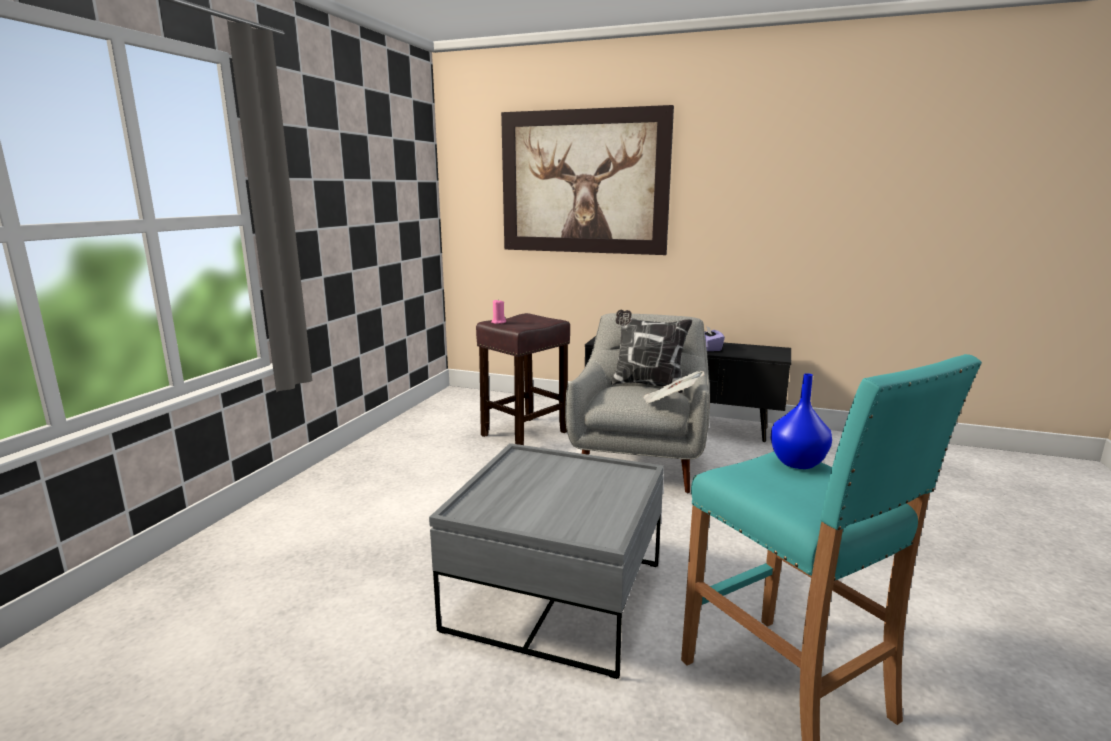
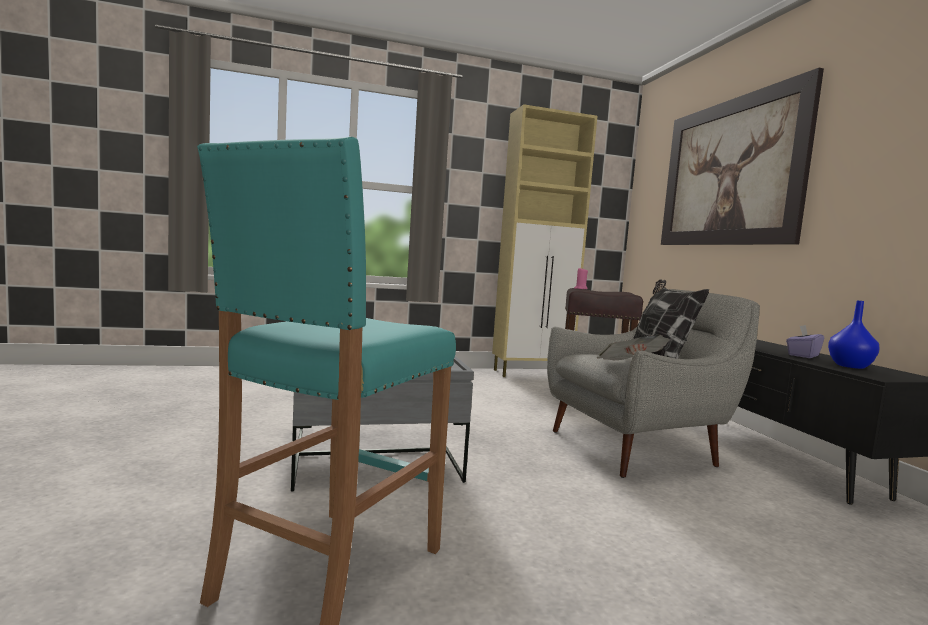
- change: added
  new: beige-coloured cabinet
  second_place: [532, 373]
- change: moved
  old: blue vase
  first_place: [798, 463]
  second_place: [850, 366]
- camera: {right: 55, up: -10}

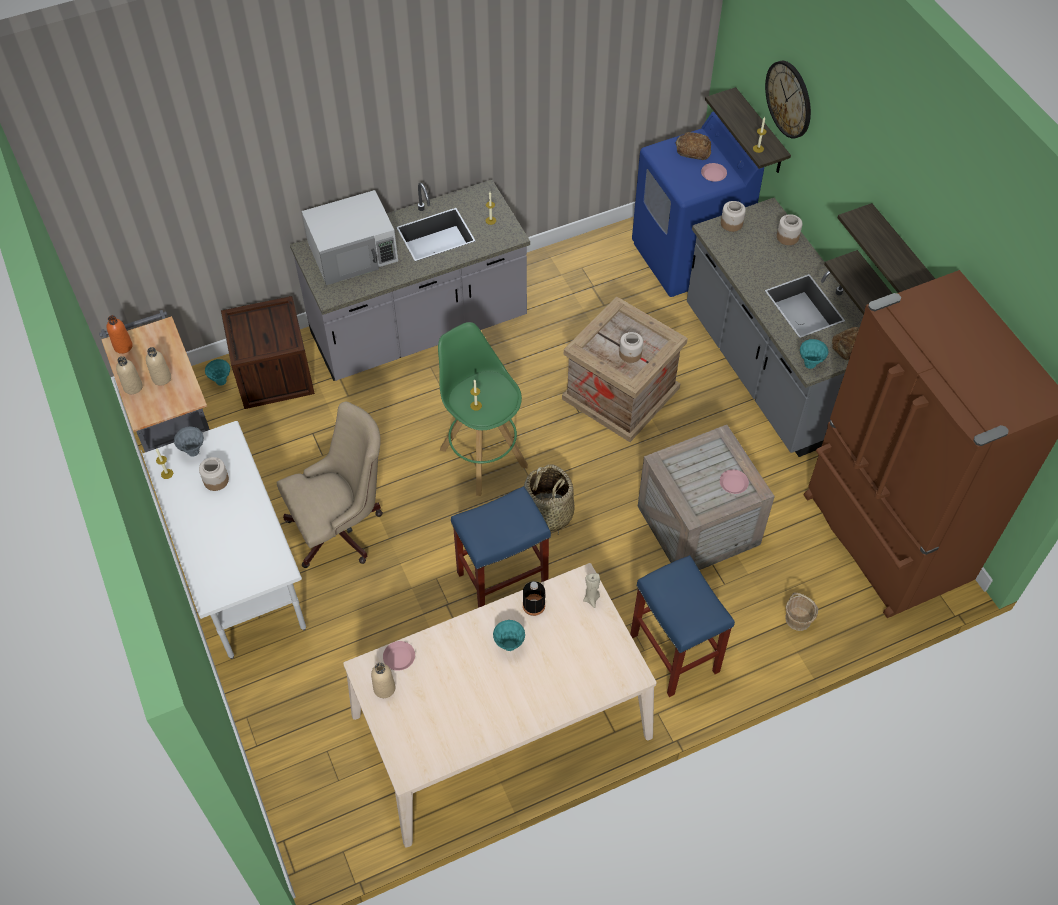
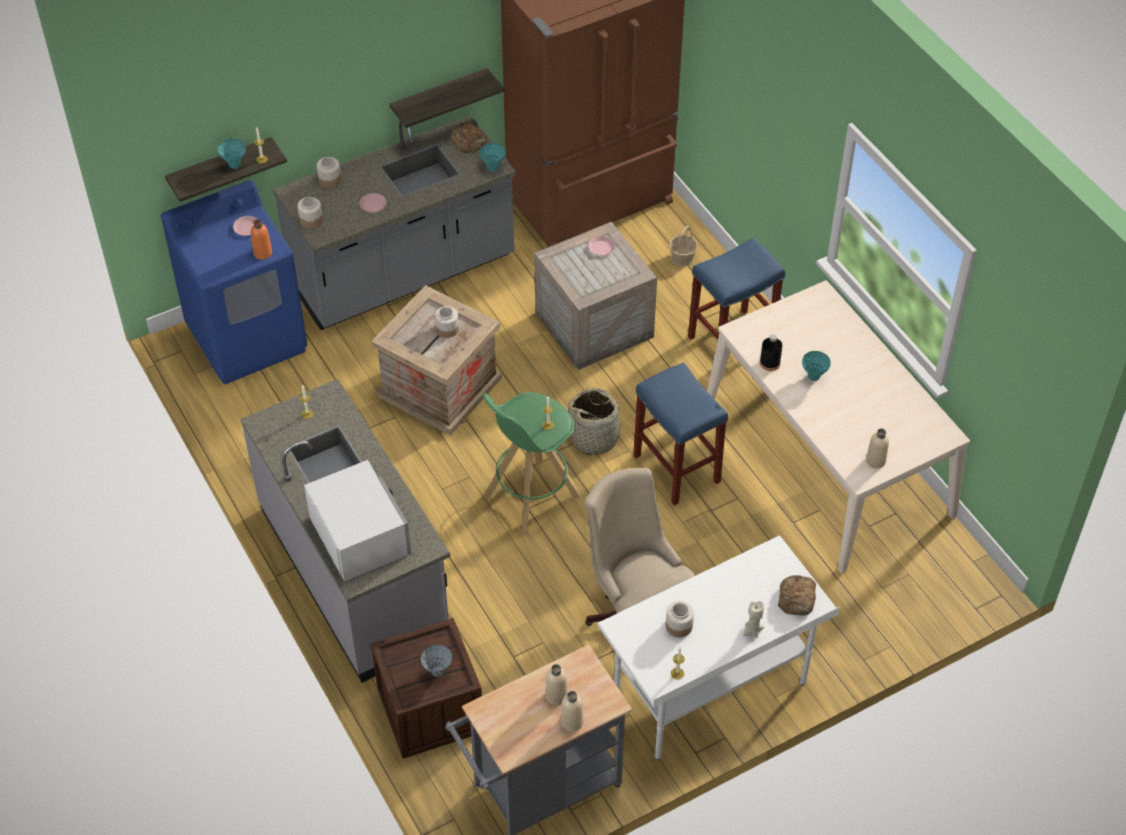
- change: moved
  old: turquoise vase
  first_place: [221, 381]
  second_place: [234, 165]
- change: moved
  old: orange bottle
  first_place: [123, 346]
  second_place: [262, 253]
- change: moved
  old: pink flat dish
  first_place: [399, 657]
  second_place: [373, 205]
- change: moved
  old: gray vase
  first_place: [193, 452]
  second_place: [437, 671]
- change: moved
  old: beige-coloured wax light
  first_place: [591, 598]
  second_place: [752, 631]
- change: moved
  old: bakery bread
  first_place: [693, 149]
  second_place: [797, 598]
- change: removed
  old: hanging clock
  first_place: [789, 99]
- change: removed
  old: shelf
  first_place: [901, 257]
- camera: {right: -95, up: -5}

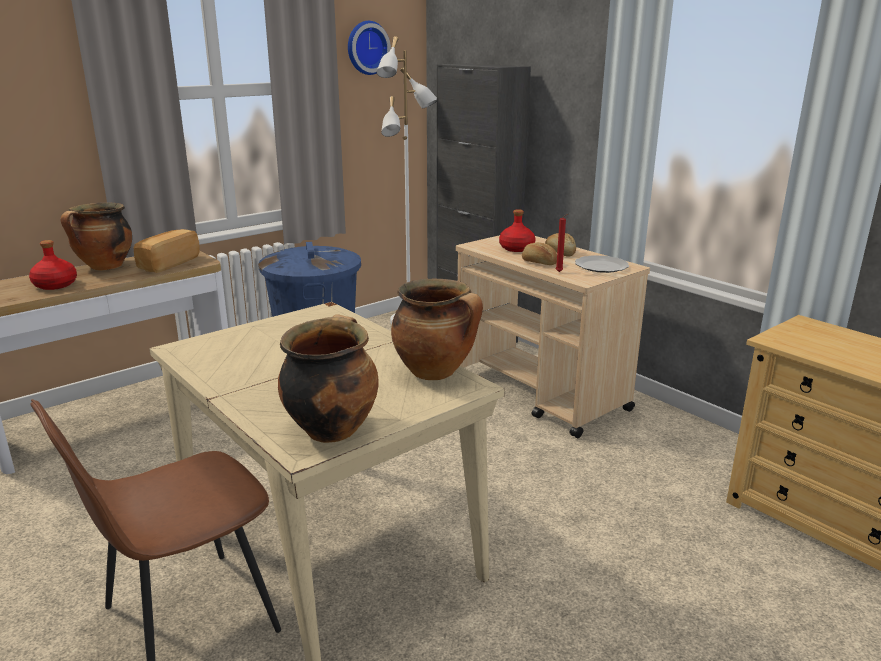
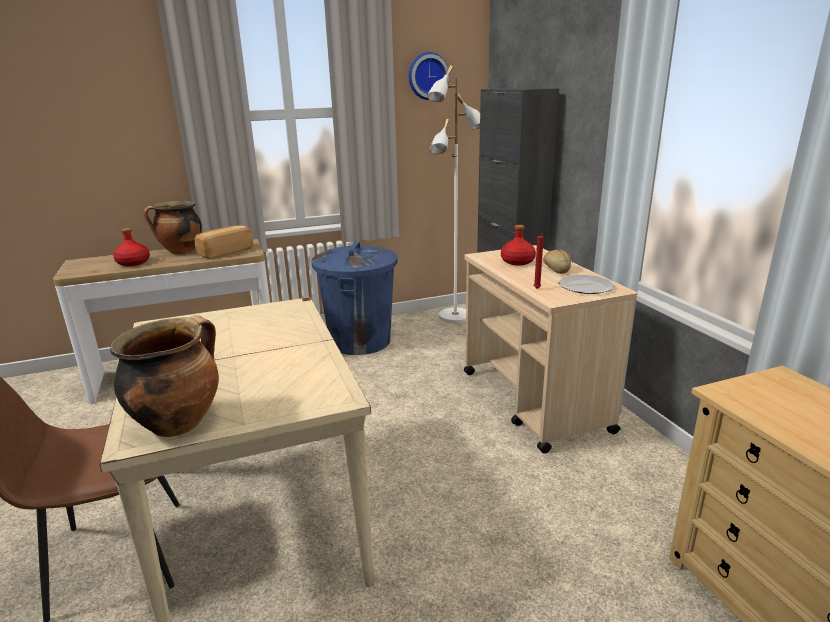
- change: removed
  old: stockpot
  first_place: [436, 372]
- change: removed
  old: bakery bread
  first_place: [538, 263]
- camera: {right: 20, up: 0}

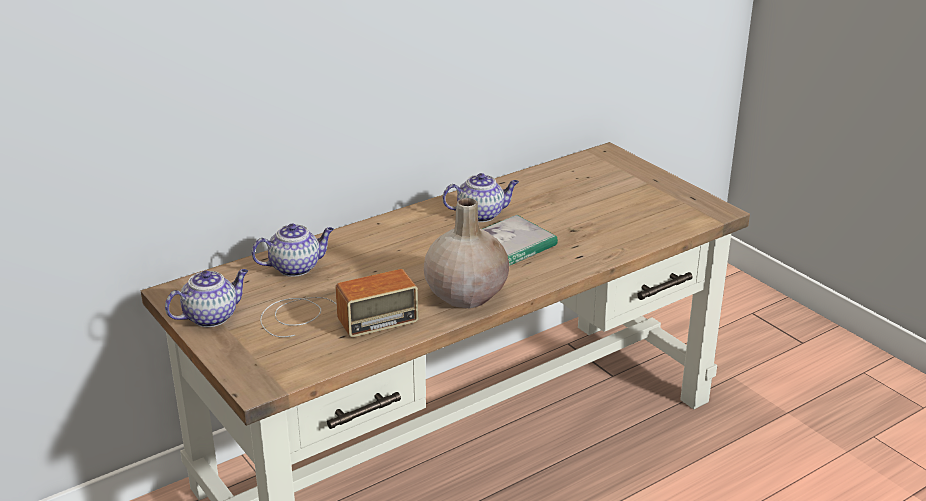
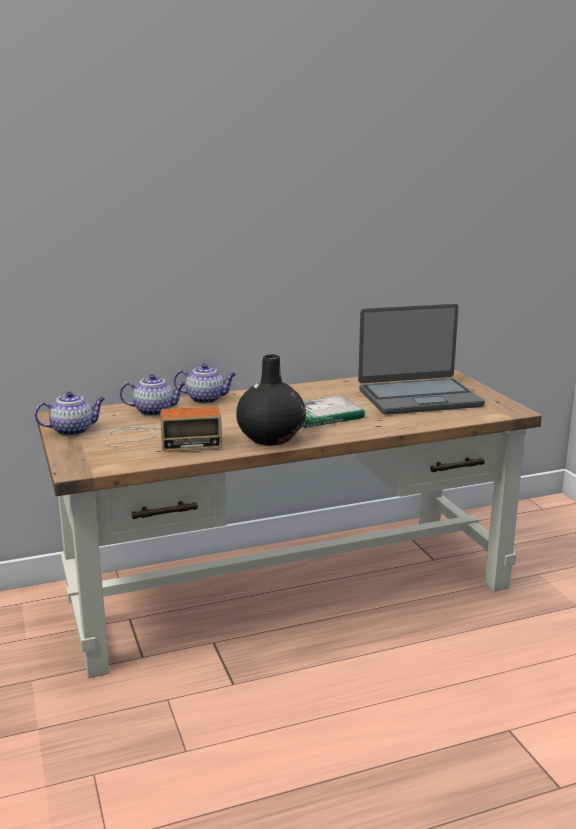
- change: moved
  old: teapot
  first_place: [481, 214]
  second_place: [206, 399]
- change: recoloured
  old: beige-coloured vase
  new: blackish vase
  first_place: [466, 294]
  second_place: [271, 438]
- change: added
  new: laptop
  second_place: [418, 397]
- camera: {right: 15, up: -10}

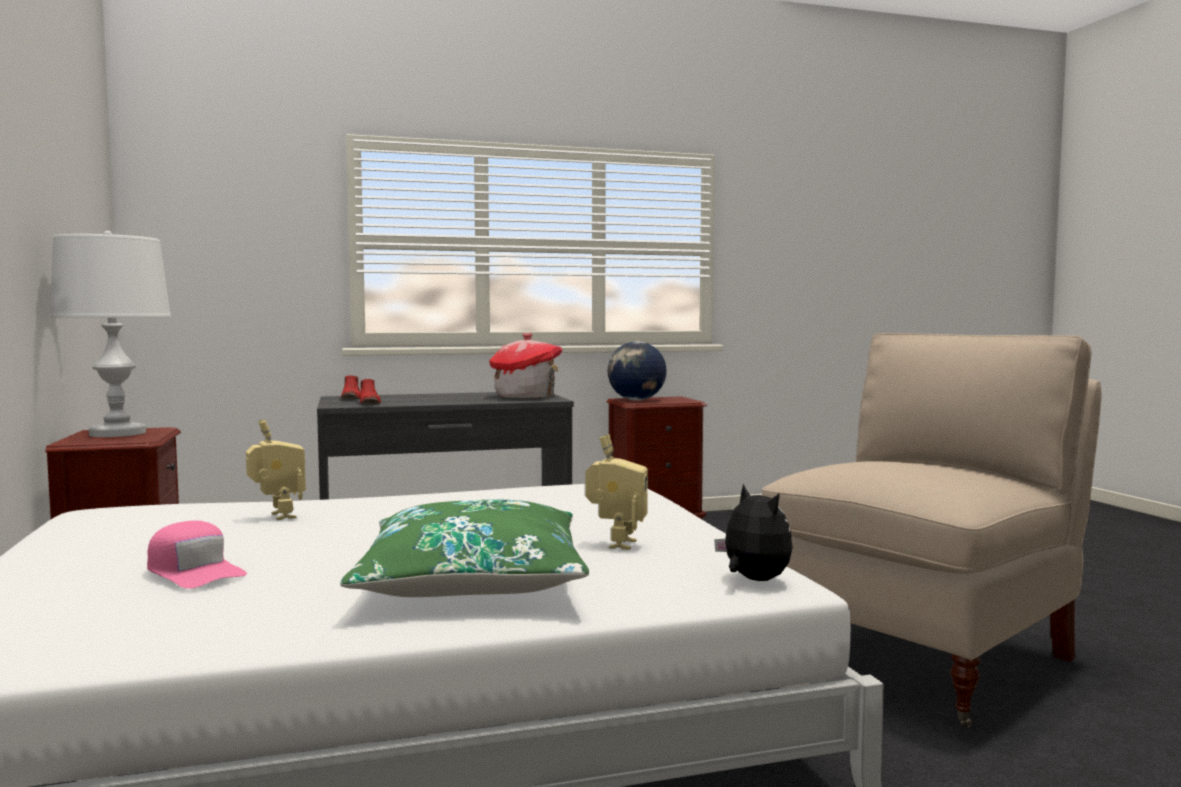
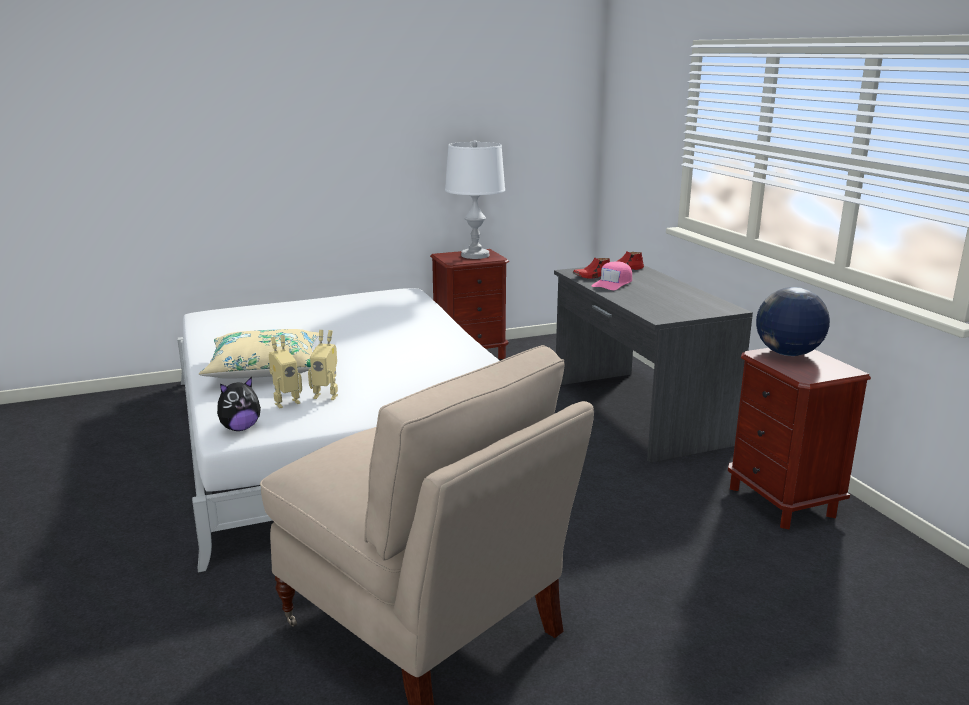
- change: recoloured
  old: green-coloured cushion
  new: beige-coloured cushion
  first_place: [472, 579]
  second_place: [265, 368]
- change: moved
  old: toy robot
  first_place: [277, 516]
  second_place: [285, 402]
- change: moved
  old: pink peaked cap
  first_place: [194, 571]
  second_place: [613, 283]
- change: removed
  old: toy house
  first_place: [526, 396]
- camera: {right: 85, up: 15}

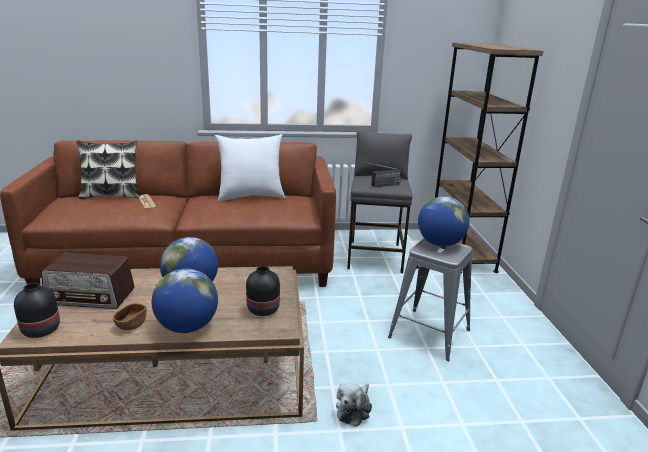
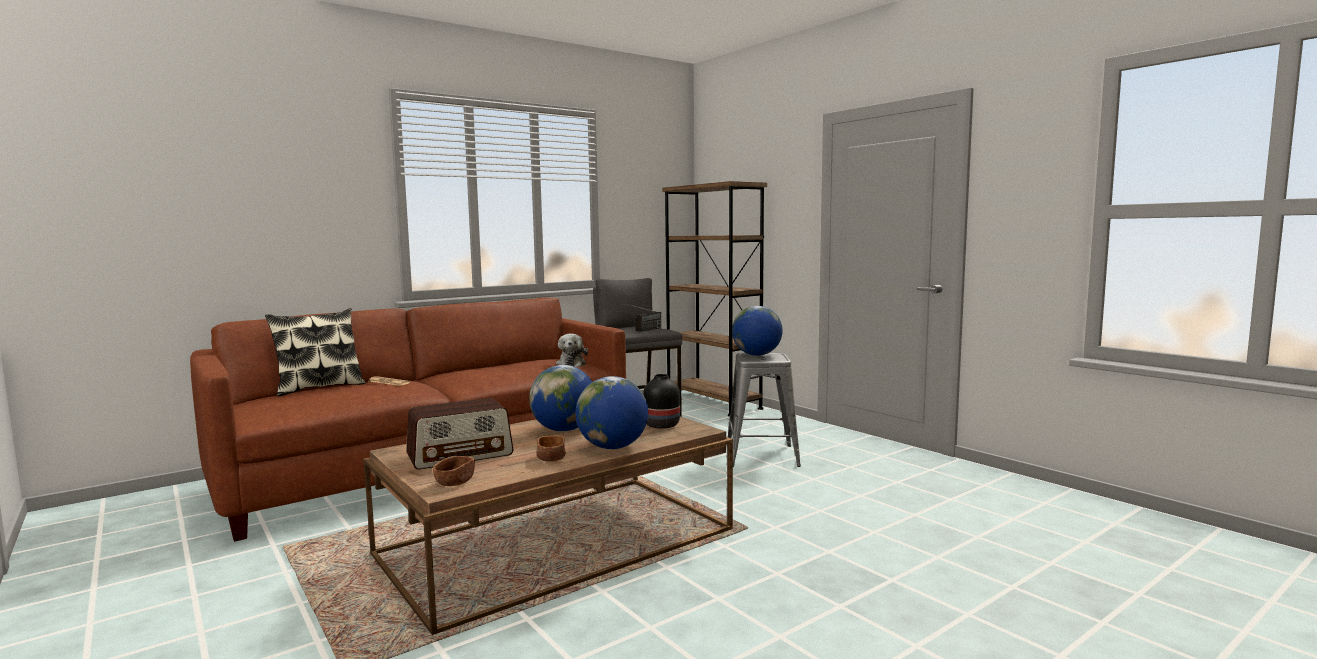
- change: replaced
  old: blackish vase
  new: brown deep dish
  first_place: [41, 329]
  second_place: [455, 482]
- change: moved
  old: soft toy
  first_place: [354, 409]
  second_place: [571, 364]
- change: removed
  old: white-coloured cushion
  first_place: [251, 196]
- camera: {right: -30, up: -15}

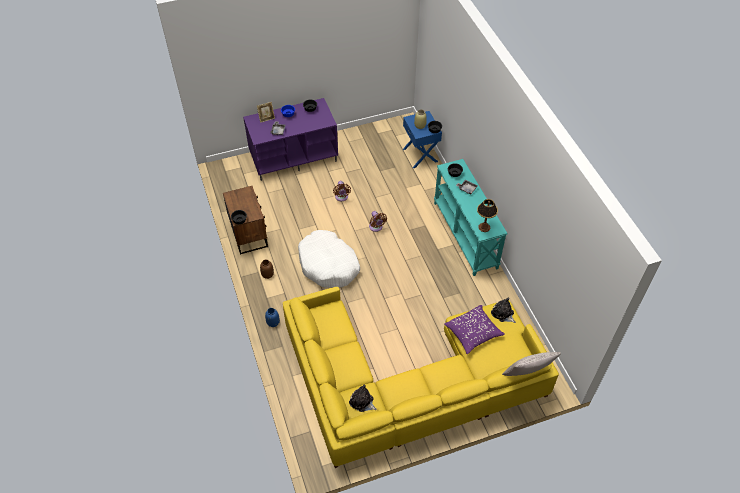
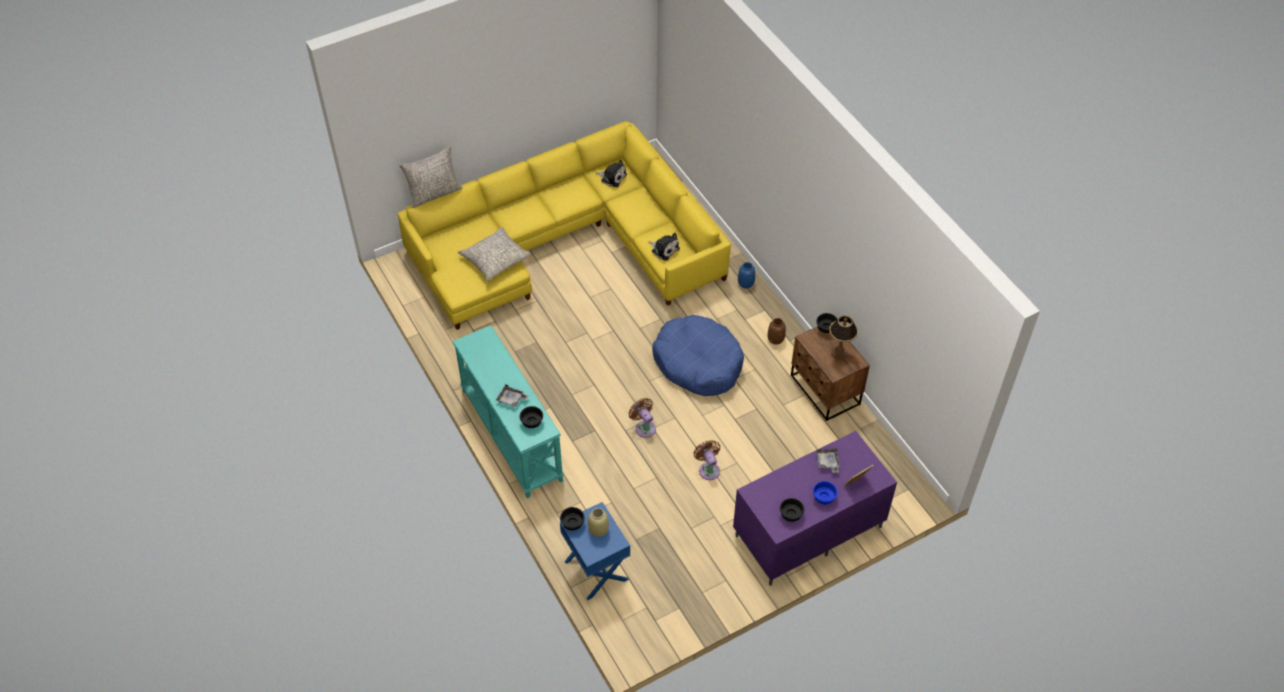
- change: recoloured
  old: purple cushion
  new: gray cushion
  first_place: [473, 333]
  second_place: [495, 259]
- change: moved
  old: soft toy
  first_place: [503, 314]
  second_place: [664, 249]
- change: recoloured
  old: white-coloured dog cushion
  new: blue dog cushion
  first_place: [328, 265]
  second_place: [698, 363]
- change: moved
  old: table lamp
  first_place: [484, 227]
  second_place: [839, 353]
- camera: {right: 170, up: 0}

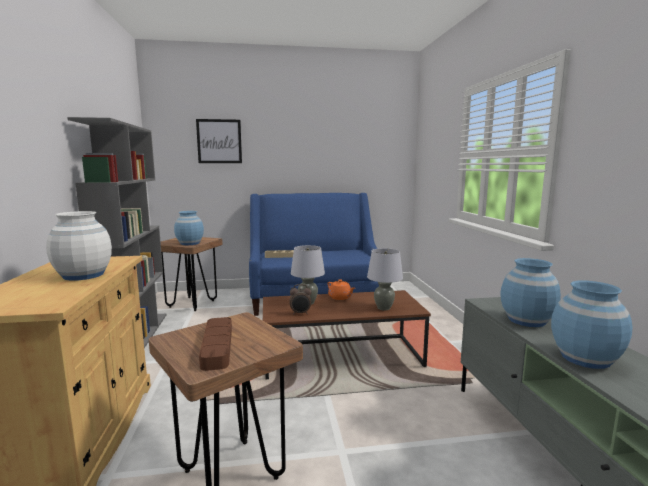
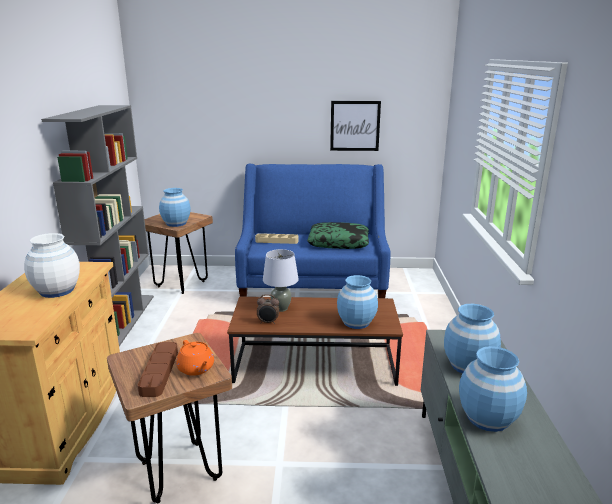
- change: moved
  old: orange teapot
  first_place: [340, 297]
  second_place: [196, 369]
- change: added
  new: cushion
  second_place: [338, 242]
- change: moved
  old: wall picture
  first_place: [219, 141]
  second_place: [355, 126]
- change: replaced
  old: gray table lamp
  new: blue vase
  first_place: [383, 308]
  second_place: [356, 322]
- camera: {right: 10, up: 10}

